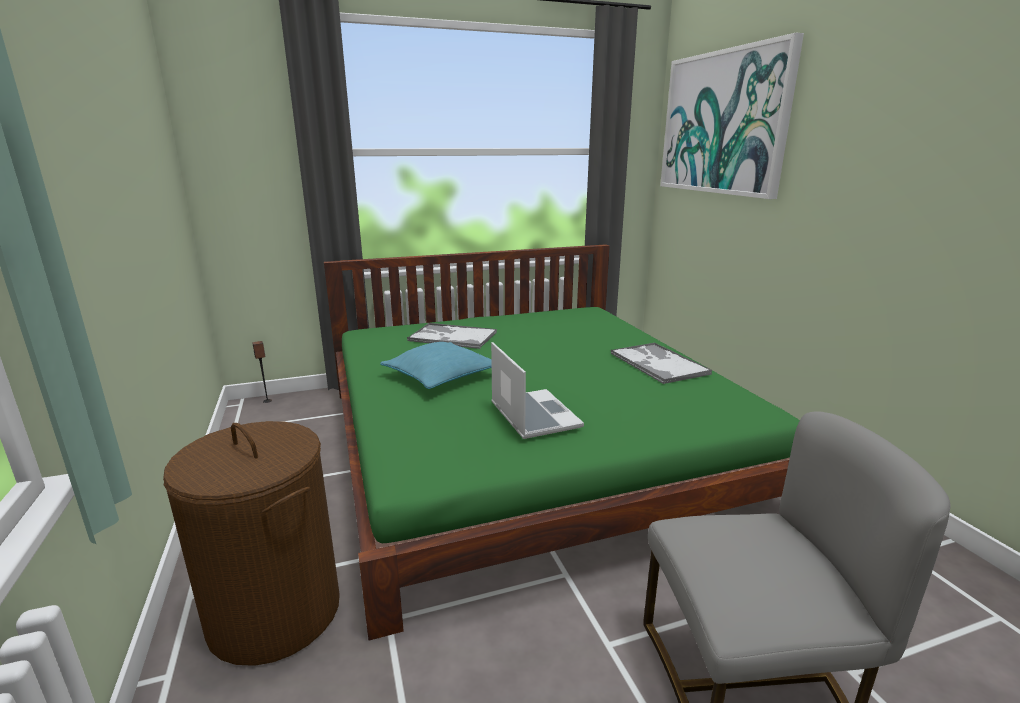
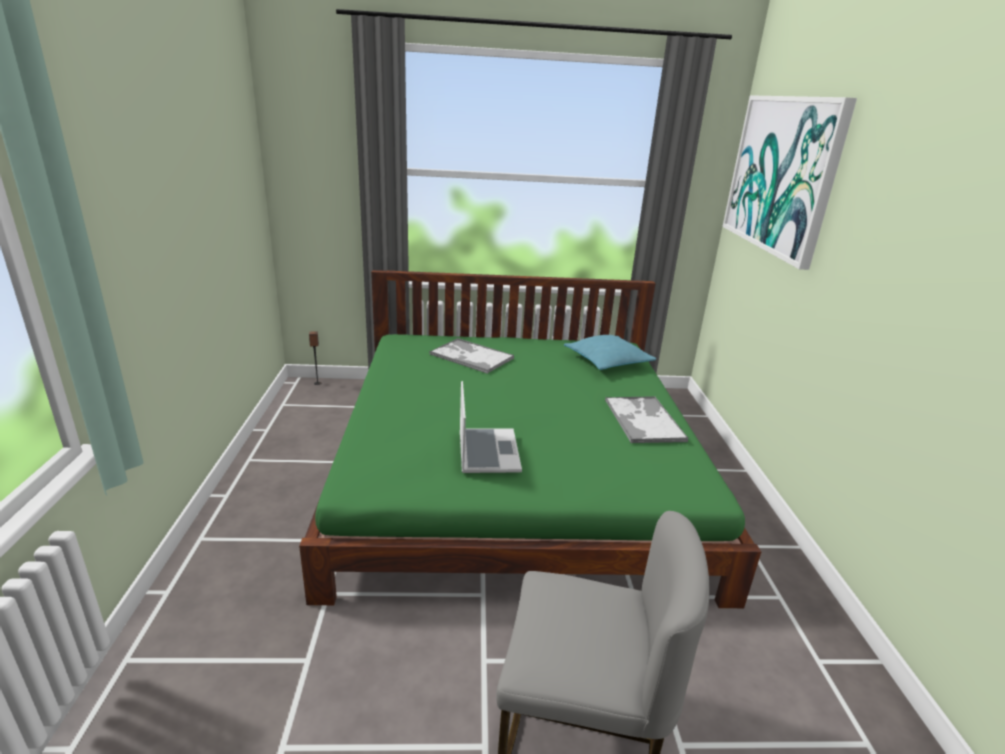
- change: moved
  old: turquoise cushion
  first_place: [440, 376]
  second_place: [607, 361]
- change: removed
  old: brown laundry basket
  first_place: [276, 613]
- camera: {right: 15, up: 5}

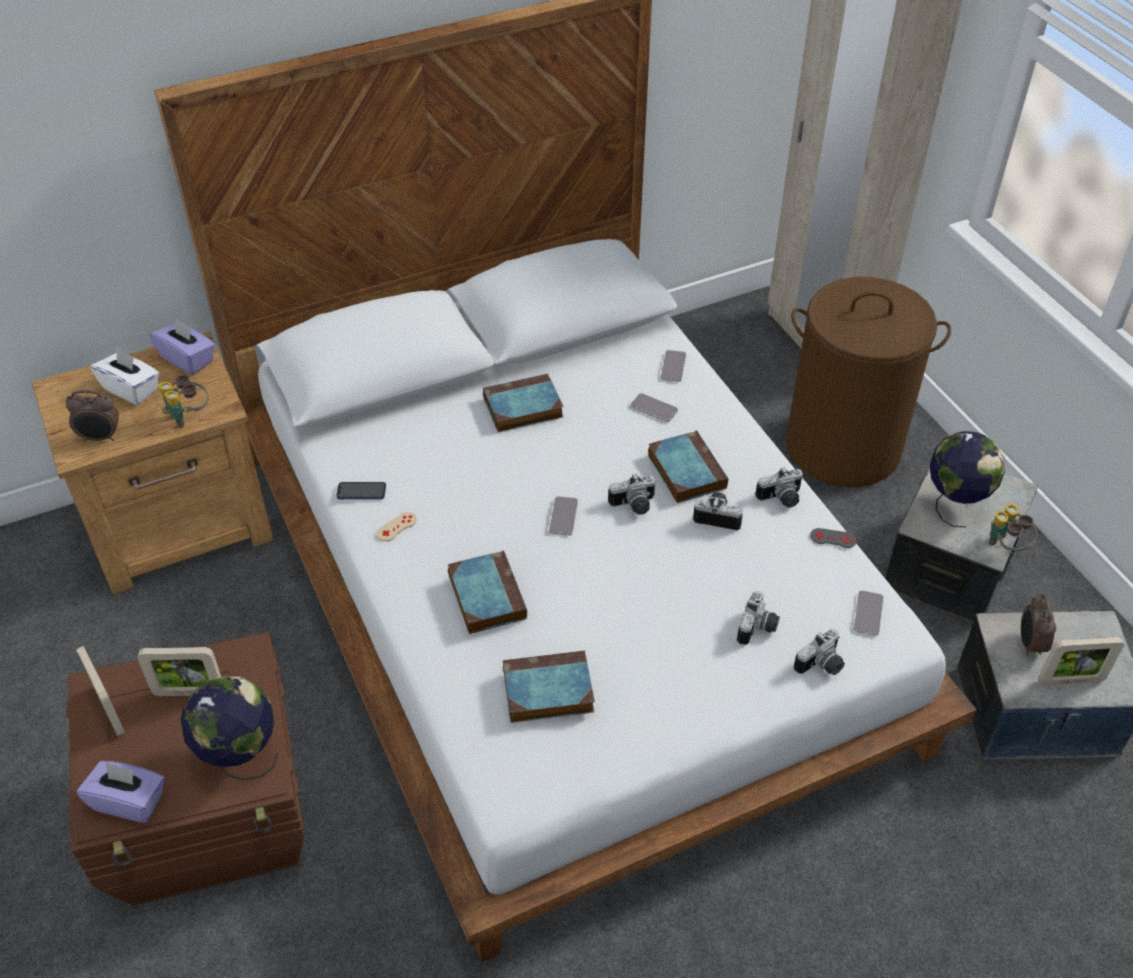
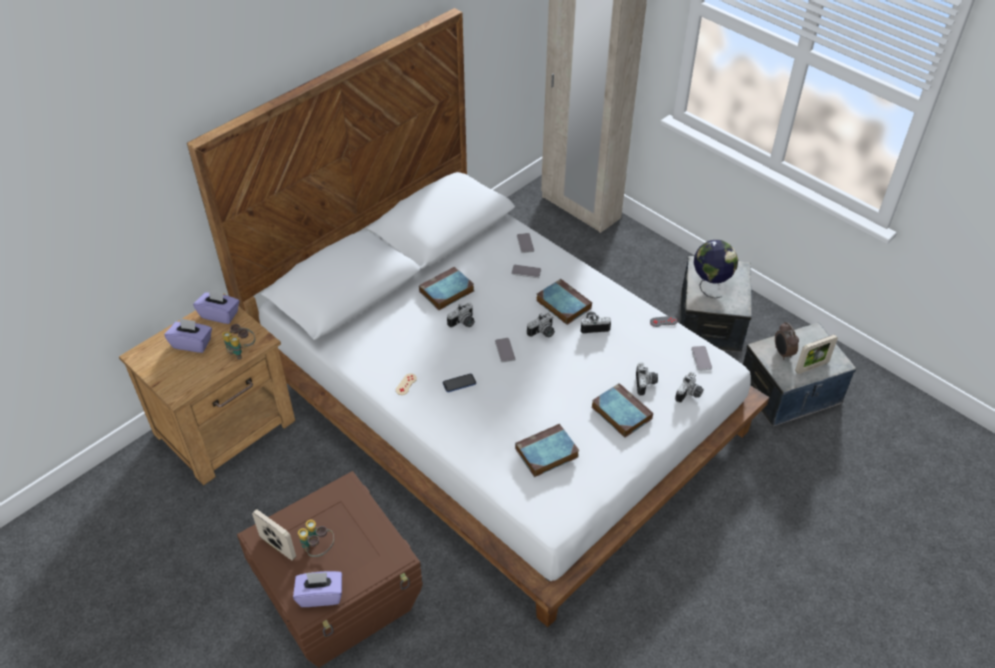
- change: recoloured
  old: white-coloured tissue box
  new: purple tissue box
  first_place: [131, 389]
  second_place: [192, 343]
- change: moved
  old: pair of binoculars
  first_place: [1006, 546]
  second_place: [318, 549]
- change: moved
  old: handset
  first_place: [361, 492]
  second_place: [459, 383]
- change: moved
  old: photo camera
  first_place: [781, 499]
  second_place: [463, 323]
- change: moved
  old: bound book
  first_place: [485, 595]
  second_place: [620, 412]
- change: removed
  old: table clock
  first_place: [100, 437]
- change: removed
  old: photo frame
  first_place: [189, 692]
- change: removed
  old: desk globe
  first_place: [240, 757]
- change: removed
  old: brown laundry basket
  first_place: [843, 446]
- camera: {right: -20, up: 0}

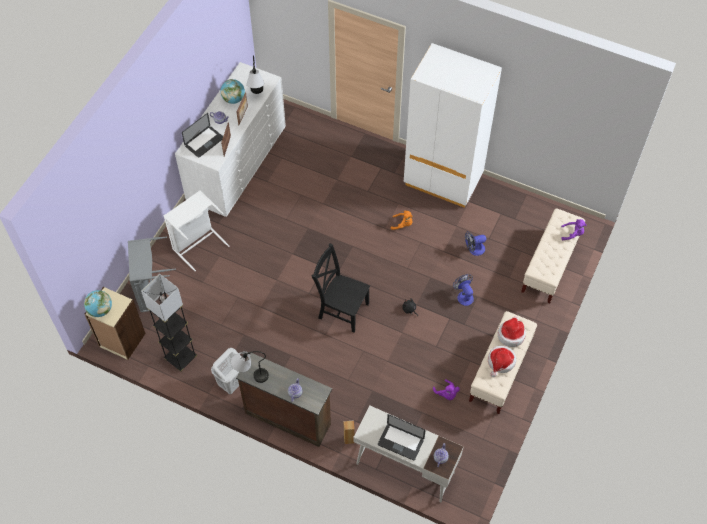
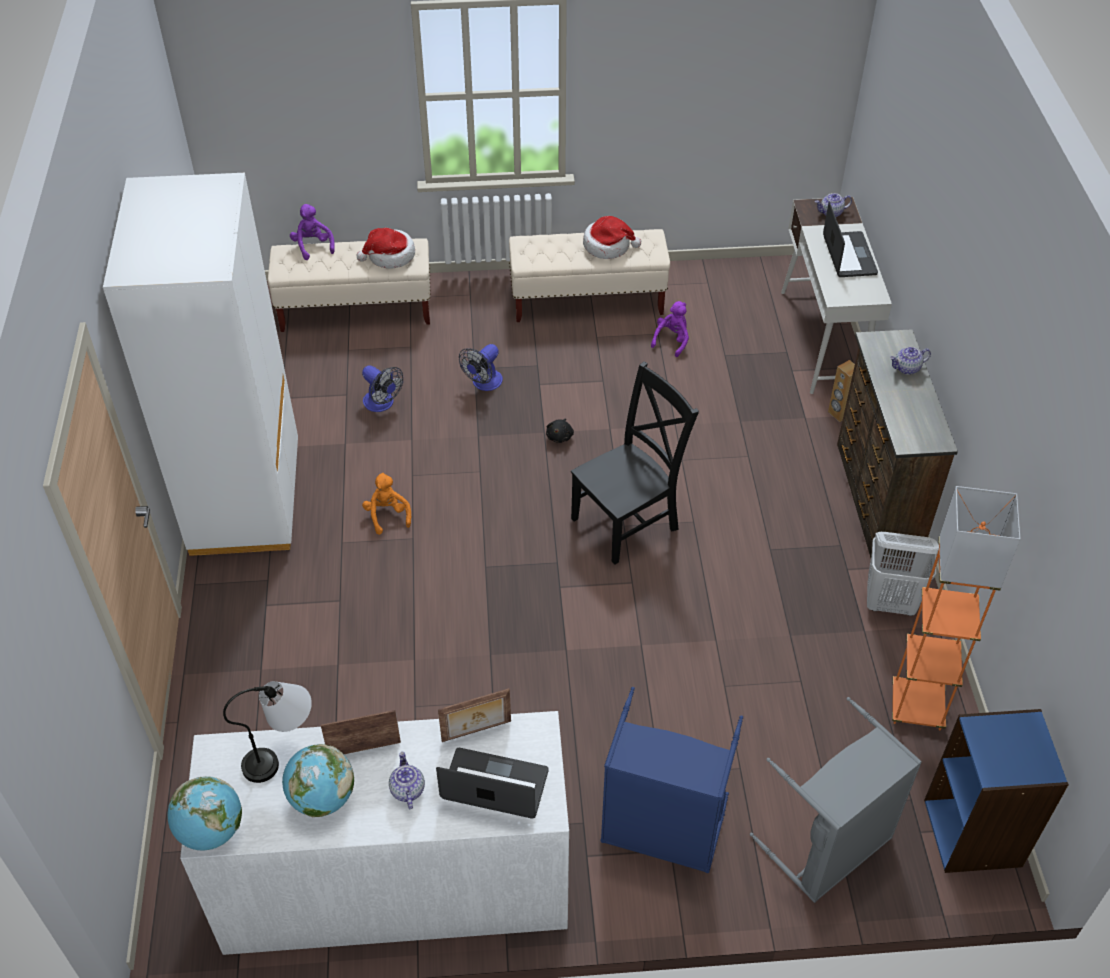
- change: moved
  old: desk globe
  first_place: [100, 310]
  second_place: [211, 831]
- change: moved
  old: hat
  first_place: [511, 334]
  second_place: [390, 256]
- change: turned
  old: blackish chair
  first_place: [341, 309]
  second_place: [628, 522]
  degrees: -120
- change: recoloured
  old: white-coloured laundry basket
  new: blue laundry basket
  first_place: [197, 244]
  second_place: [661, 831]
- change: recoloured
  old: blackish standing lamp
  new: orange standing lamp
  first_place: [181, 358]
  second_place: [917, 707]
- change: recoloured
  old: beige-coloured bookshelf
  new: blue bookshelf
  first_place: [122, 340]
  second_place: [974, 833]
- change: removed
  old: table lamp
  first_place: [250, 375]
- camera: {right: -120, up: -10}

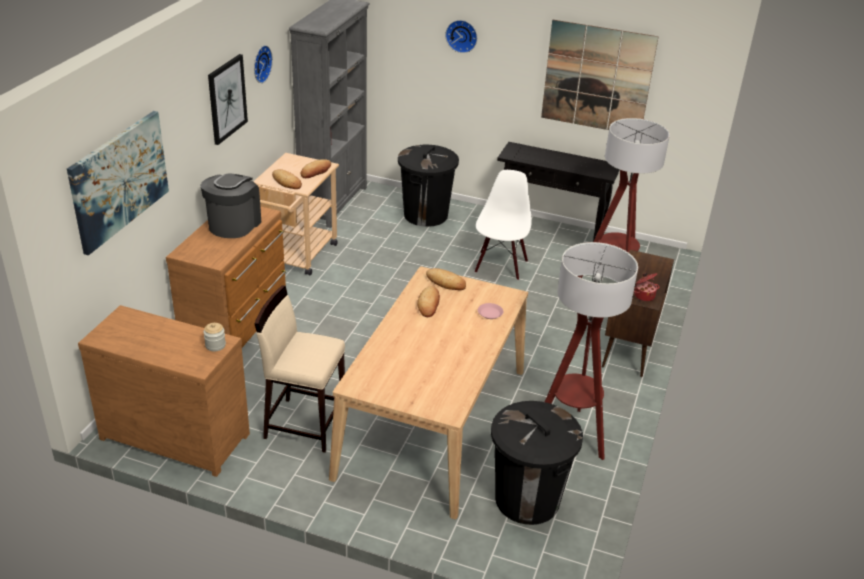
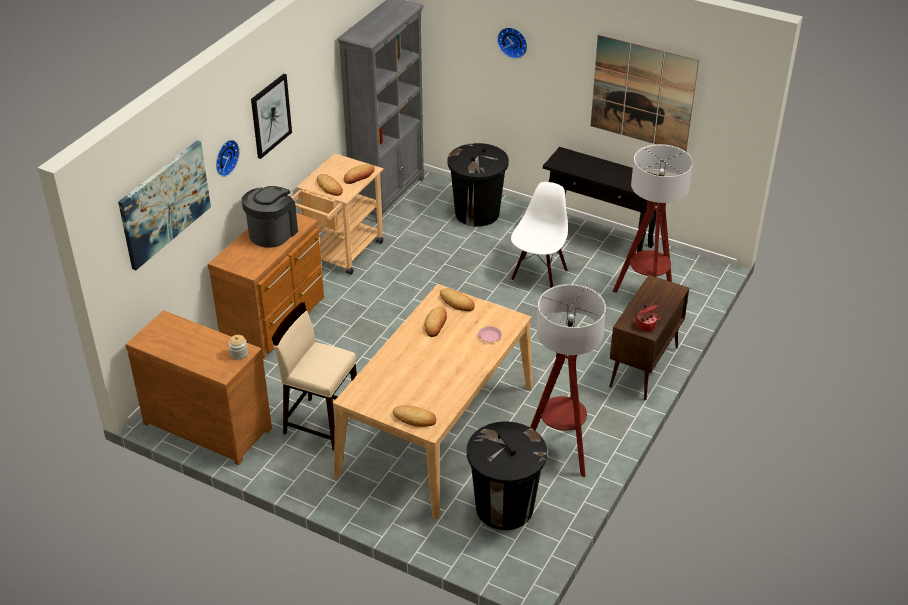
- change: moved
  old: hanging clock
  first_place: [260, 63]
  second_place: [225, 157]
- change: added
  new: bakery bread
  second_place: [414, 418]
- camera: {right: 10, up: 5}

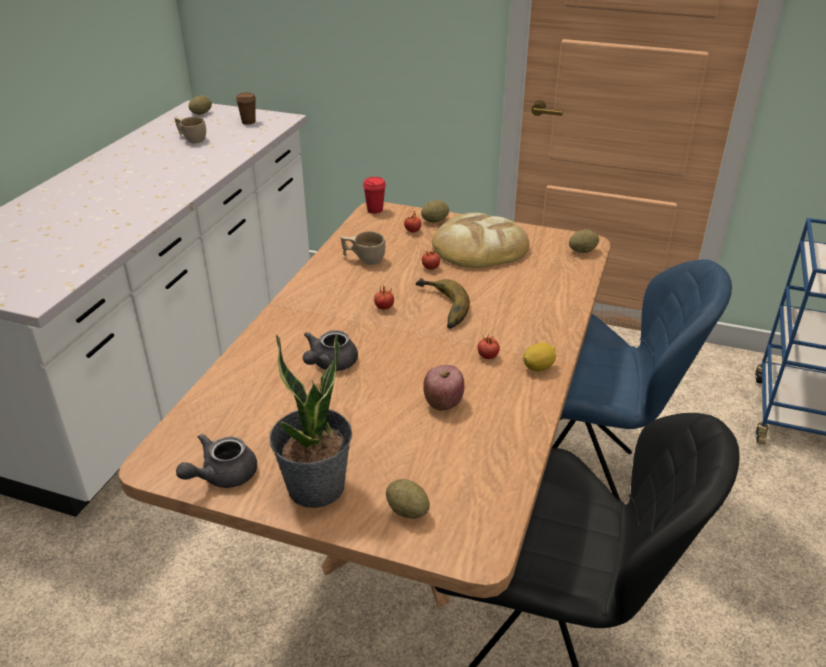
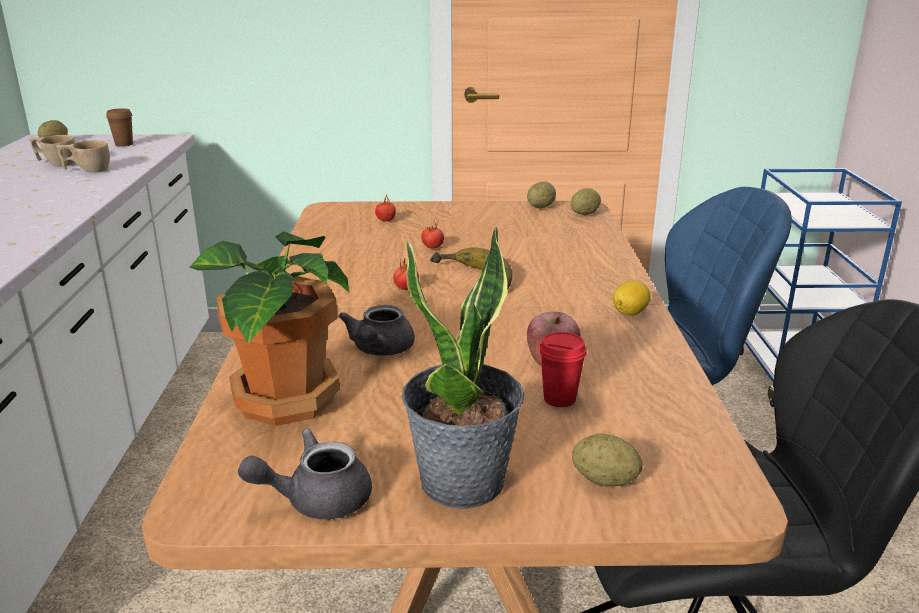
- change: moved
  old: beige-coloured drinking cup
  first_place: [363, 259]
  second_place: [87, 170]
- change: added
  new: potted plant
  second_place: [282, 401]
- change: turned
  old: gray teapot
  first_place: [222, 476]
  second_place: [316, 499]
  degrees: 45
- change: moved
  old: spud
  first_place: [435, 221]
  second_place: [541, 207]
- change: moved
  old: reddish drinking cup
  first_place: [375, 210]
  second_place: [559, 399]
- change: removed
  old: bakery bread
  first_place: [479, 247]
- change: removed
  old: fresh tomato
  first_place: [488, 356]
- camera: {right: -20, up: -10}

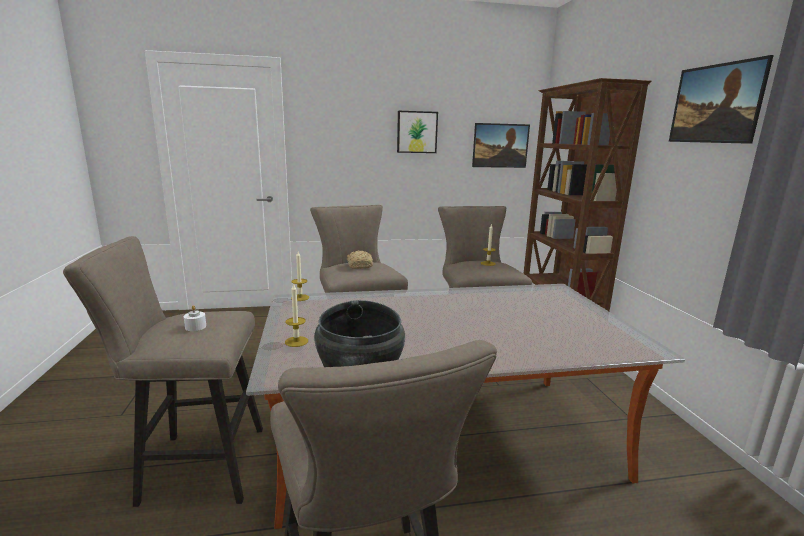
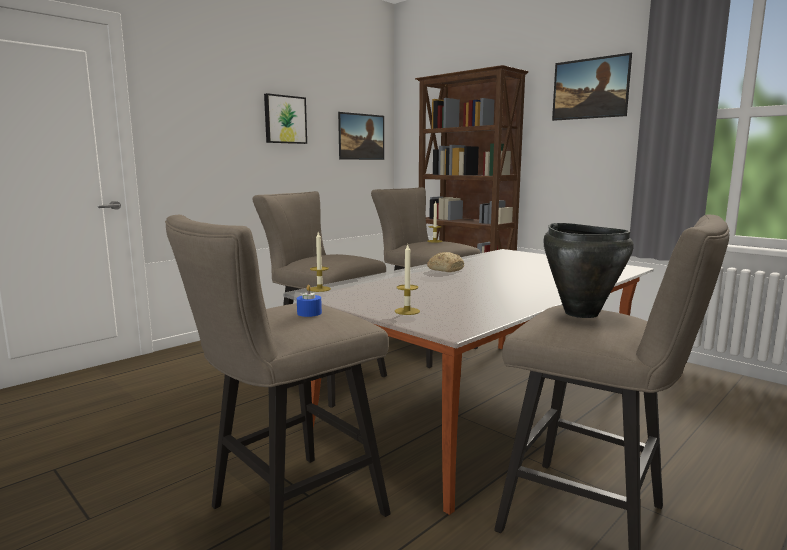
- change: recoloured
  old: white-coloured wax light
  new: blue wax light
  first_place: [195, 327]
  second_place: [309, 313]
- change: moved
  old: bakery bread
  first_place: [360, 265]
  second_place: [445, 270]
- camera: {right: -35, up: -5}

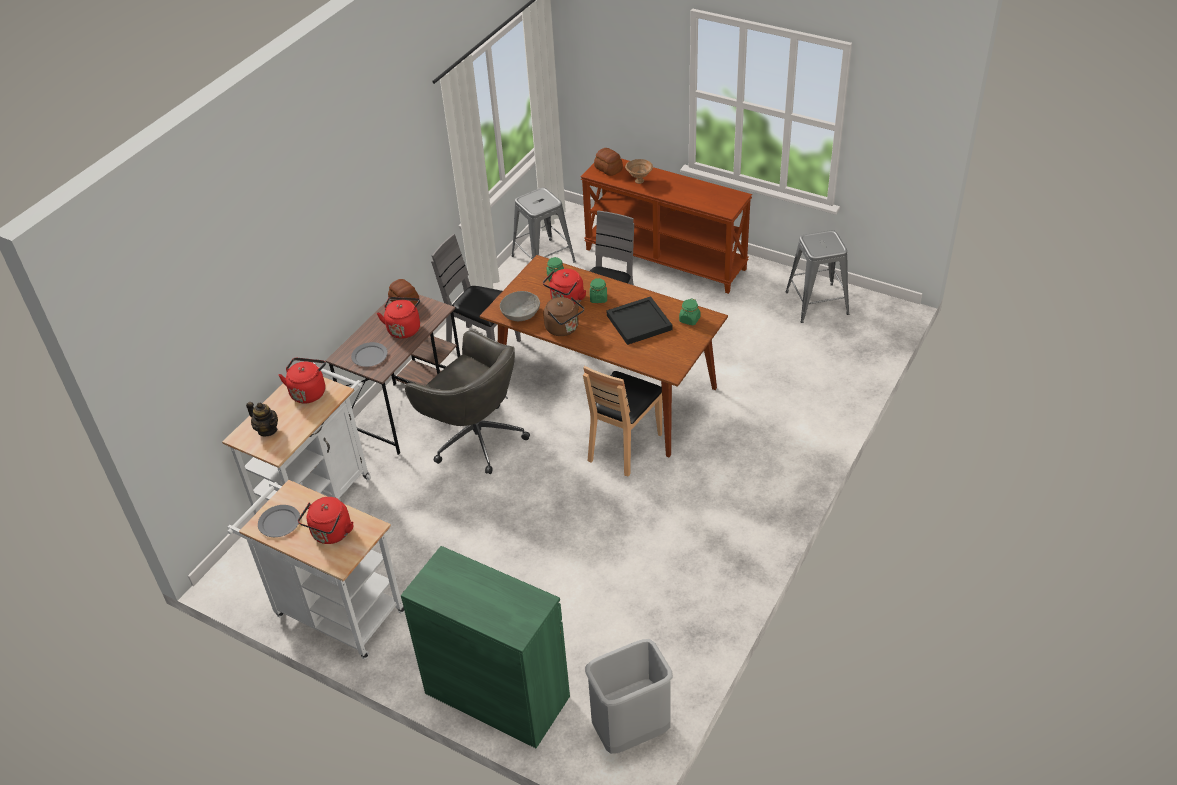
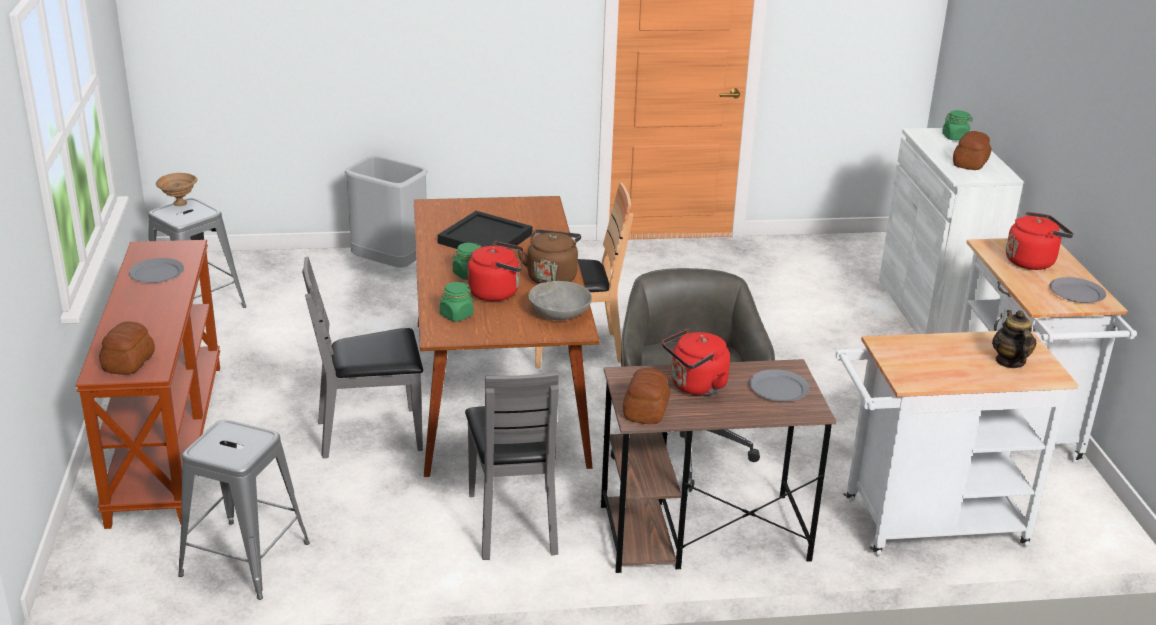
- change: added
  new: gray flat dish
  second_place: [156, 273]
- change: moved
  old: brown deep dish
  first_place: [638, 180]
  second_place: [179, 204]
- change: moved
  old: gray rubbish bin
  first_place: [631, 731]
  second_place: [389, 267]
- change: recoloured
  old: green-coloured cabinet
  new: white-coloured cabinet
  first_place: [497, 695]
  second_place: [932, 309]
- change: moved
  old: green-coloured preserve jar
  first_place: [689, 319]
  second_place: [955, 137]
- change: added
  new: bakery bread
  second_place: [969, 163]
- change: removed
  old: reddish tea kettle
  first_place: [308, 391]
- camera: {right: -130, up: -15}

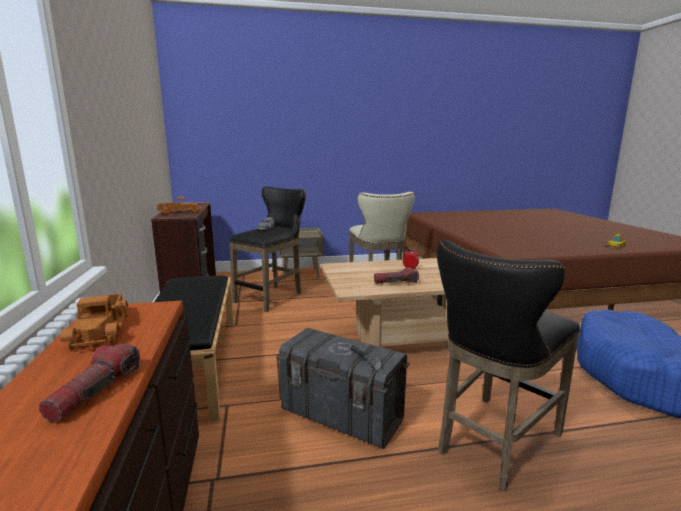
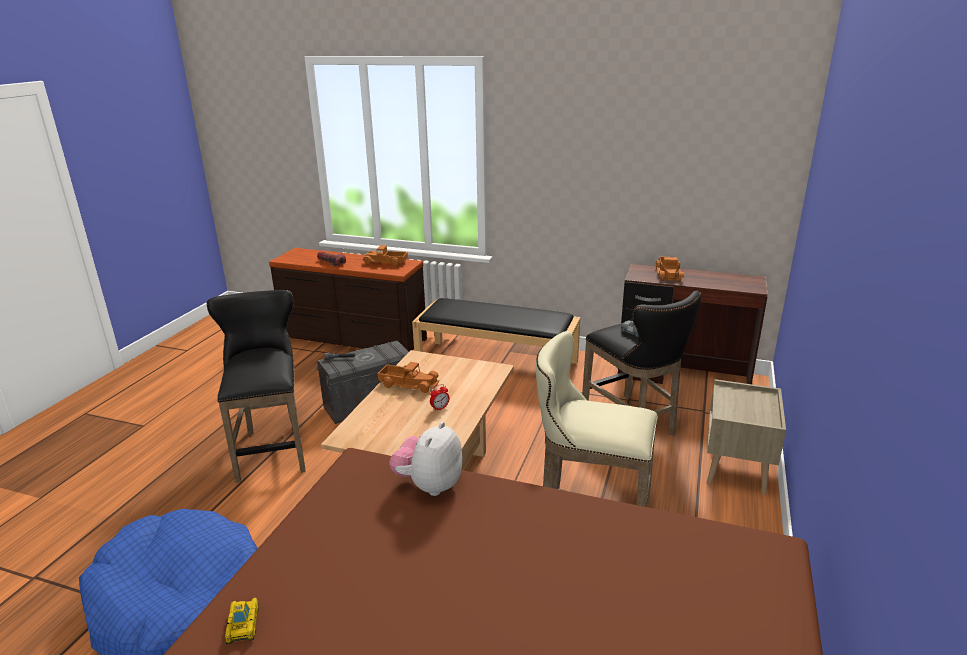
- change: replaced
  old: torch
  new: toy truck
  first_place: [396, 282]
  second_place: [409, 384]
- change: added
  new: soft toy
  second_place: [429, 485]
- camera: {right: 120, up: 10}

